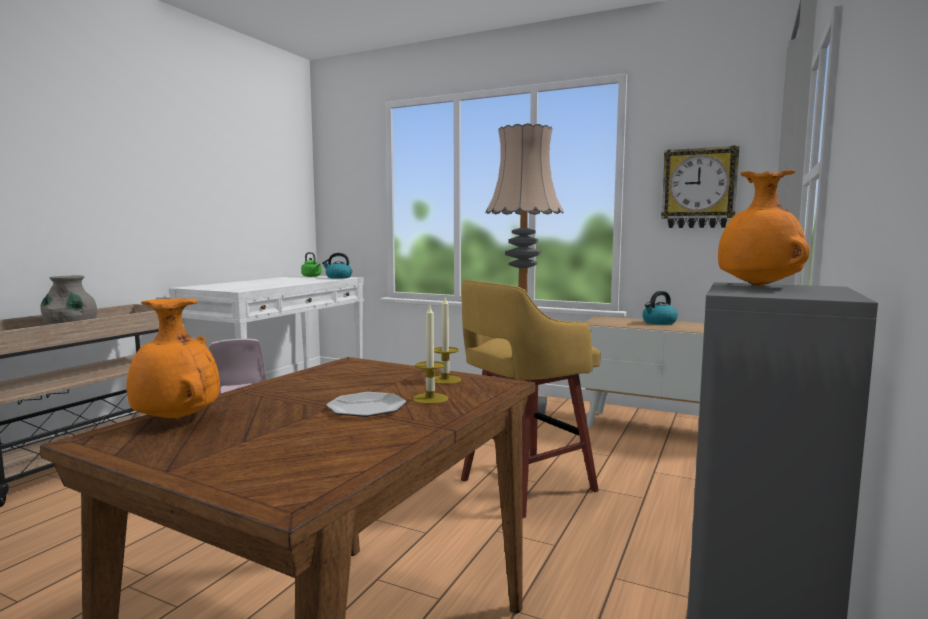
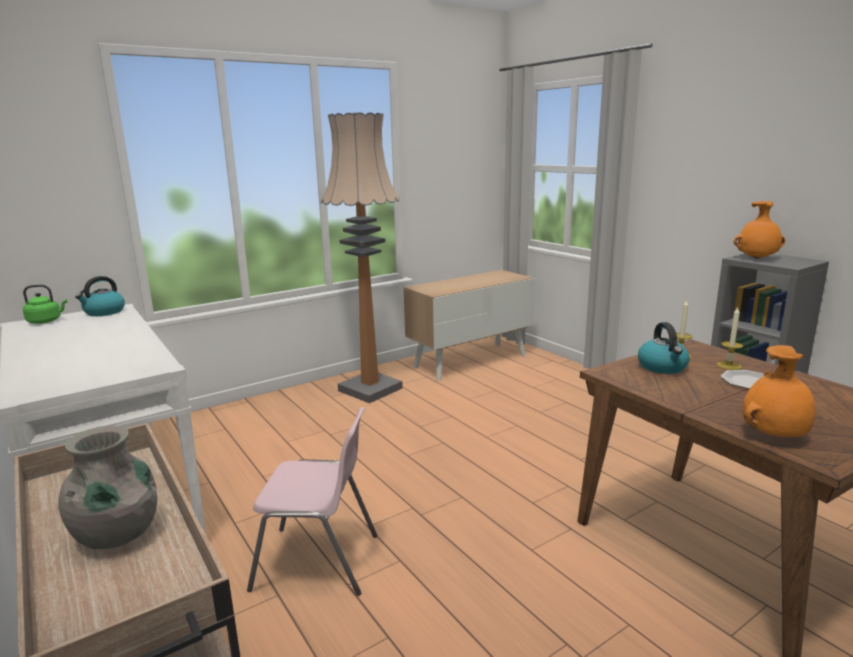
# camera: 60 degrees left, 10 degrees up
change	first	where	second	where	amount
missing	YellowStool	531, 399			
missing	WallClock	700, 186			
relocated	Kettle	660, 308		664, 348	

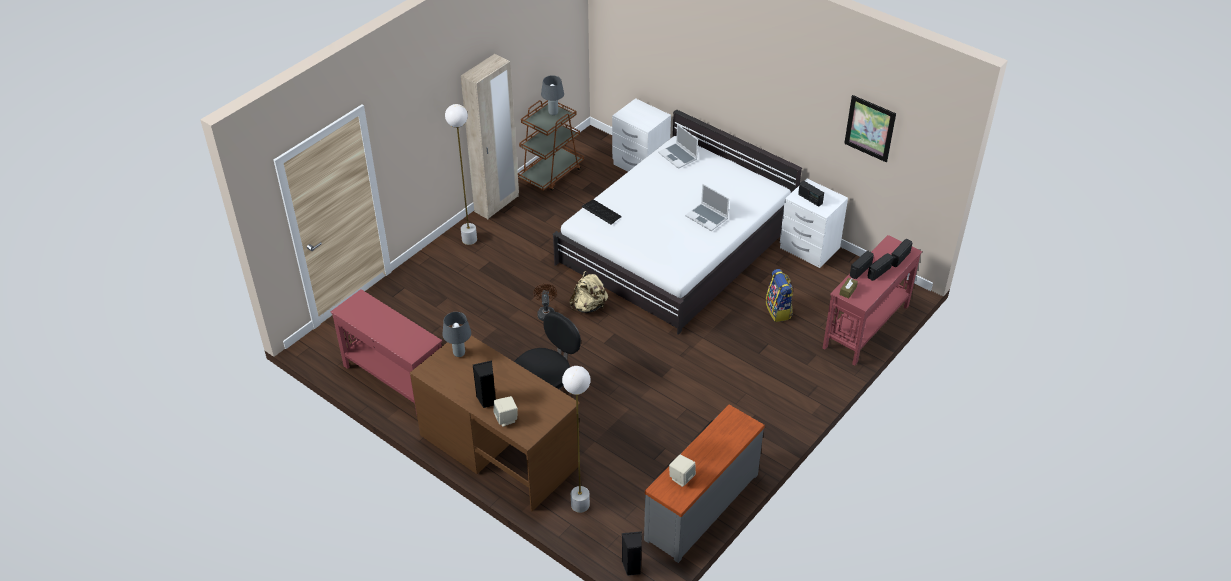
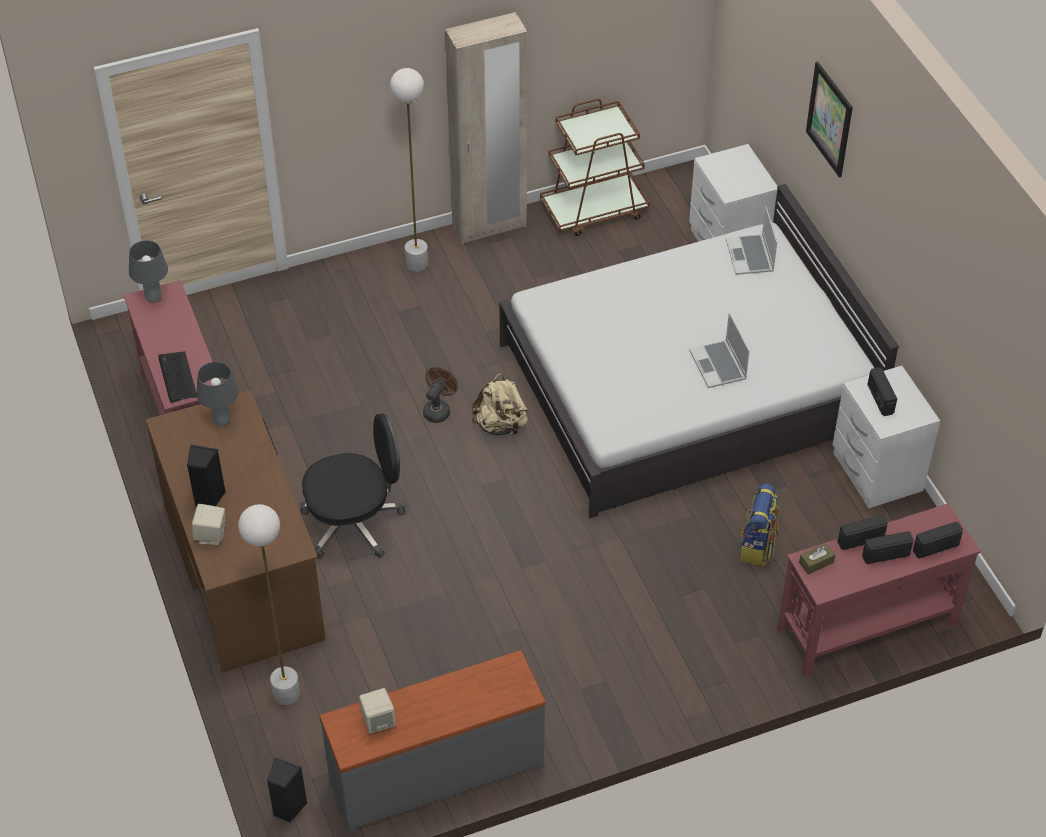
# camera: 30 degrees right, 5 degrees up
change	first	where	second	where	amount
relocated	GreyTableLamp	552, 95		148, 271	
relocated	Keyboard	602, 212		177, 377	
relocated	Picture	870, 128		829, 119	

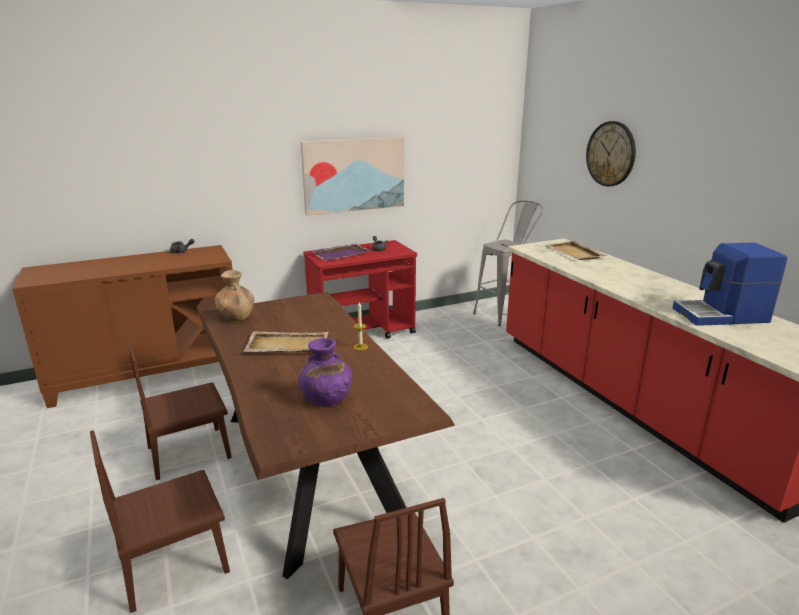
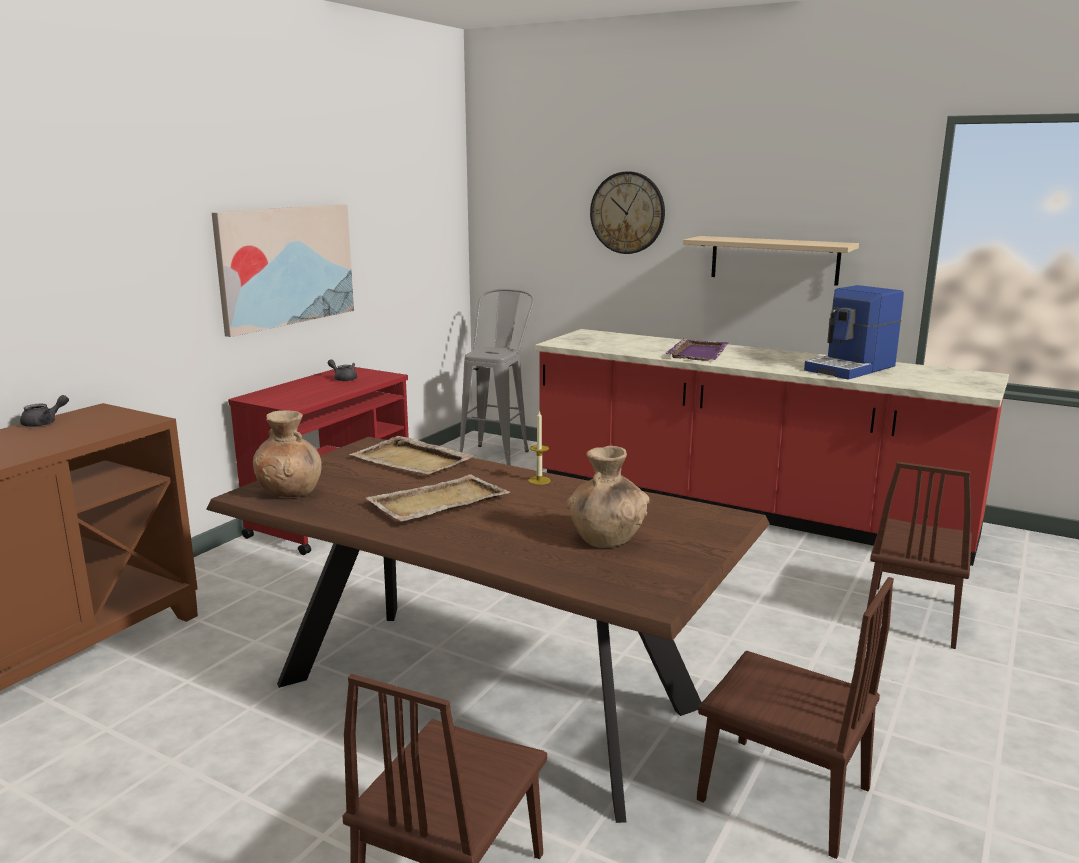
# camera: 35 degrees left, 5 degrees down
change	first	where	second	where	amount
appeared			BeigeShelf	771, 261	
relocated	BrownChair	180, 410		919, 555	
relocated	PurpleTray	341, 252		697, 350	
relocated	BeigeTray	577, 250		412, 455	
colour	PurpleVase	325, 372	BrownVase	608, 496	

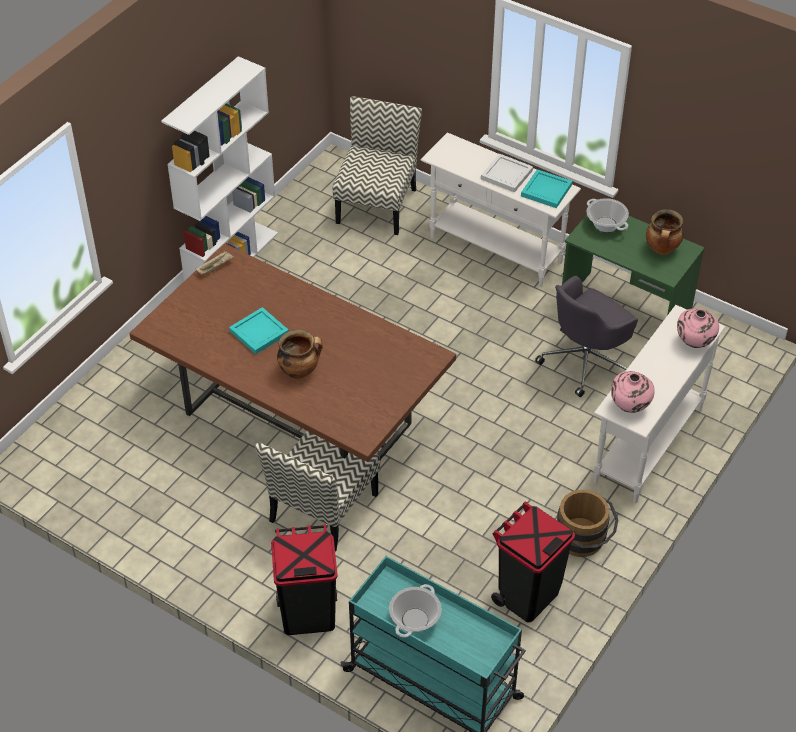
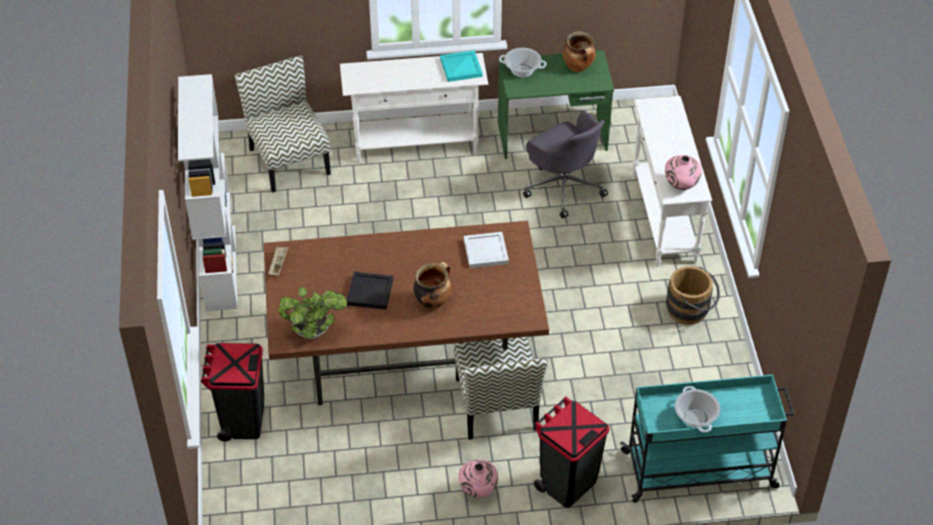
# camera: 40 degrees left, 0 degrees up
change	first	where	second	where	amount
appeared			PottedPlant	312, 313	
relocated	WhiteTray	507, 173		486, 250	
relocated	BlackTrashCan	533, 562		232, 392	
relocated	PinkVase	698, 328		478, 478	
colour	TurquoiseTray	259, 330	BlackTray	370, 291	
spun	GreyOfficeChair	586, 336		565, 164	45 degrees counterclockwise

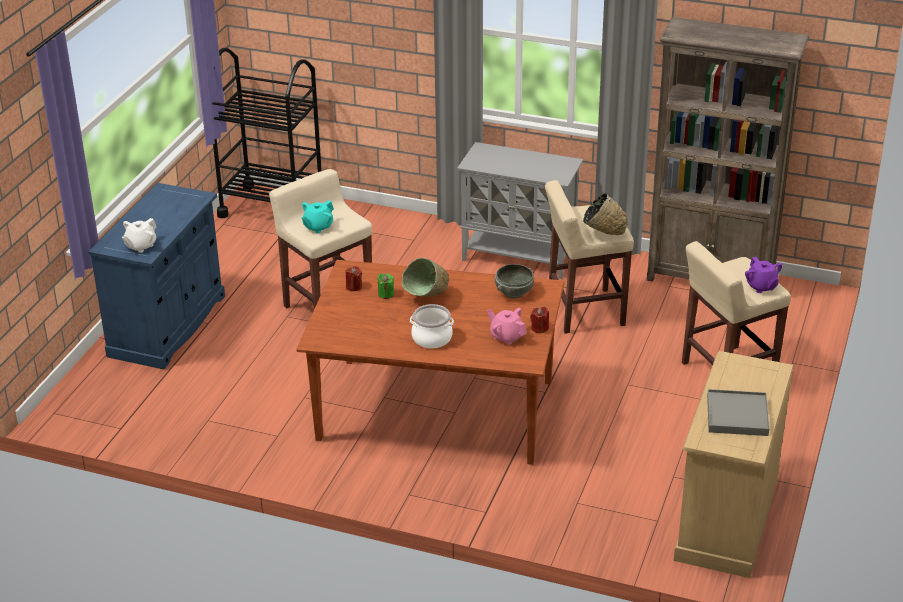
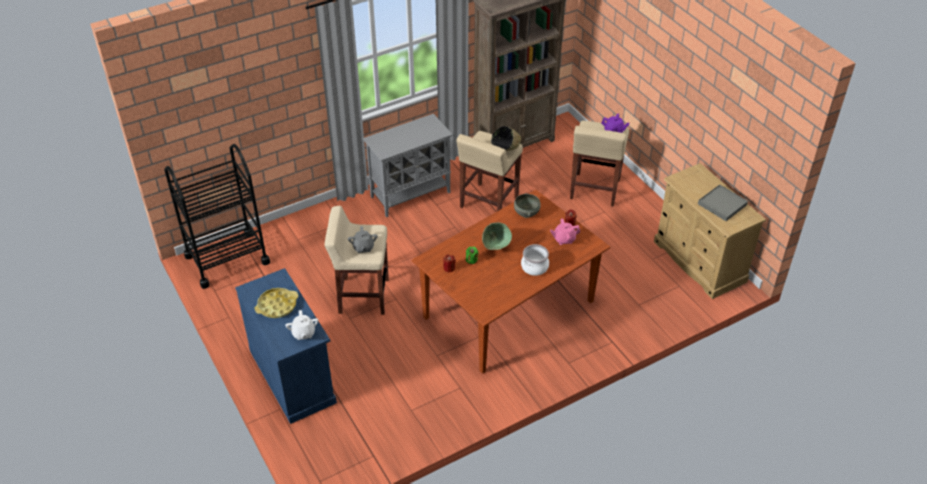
# camera: 50 degrees left, 10 degrees up
change	first	where	second	where	amount
appeared			YellowTray	276, 303	
colour	TurquoiseTeapot	318, 216	GreyTeapot	363, 240	

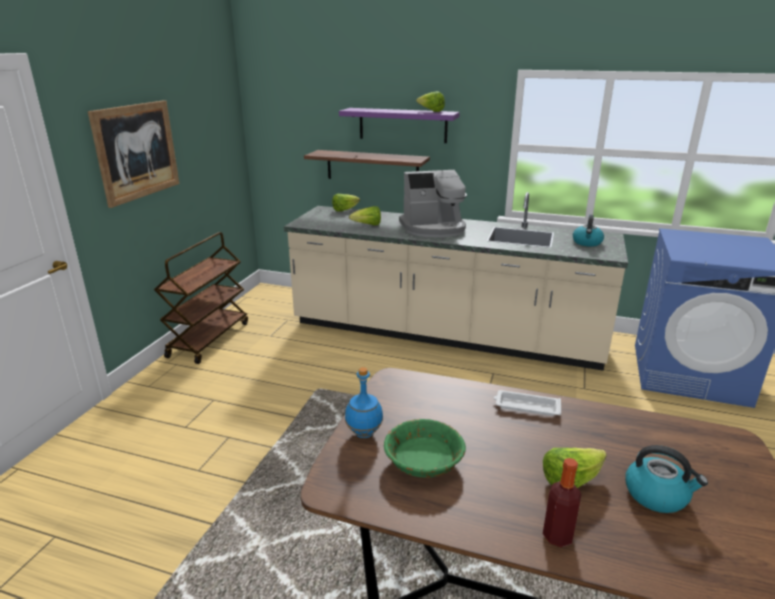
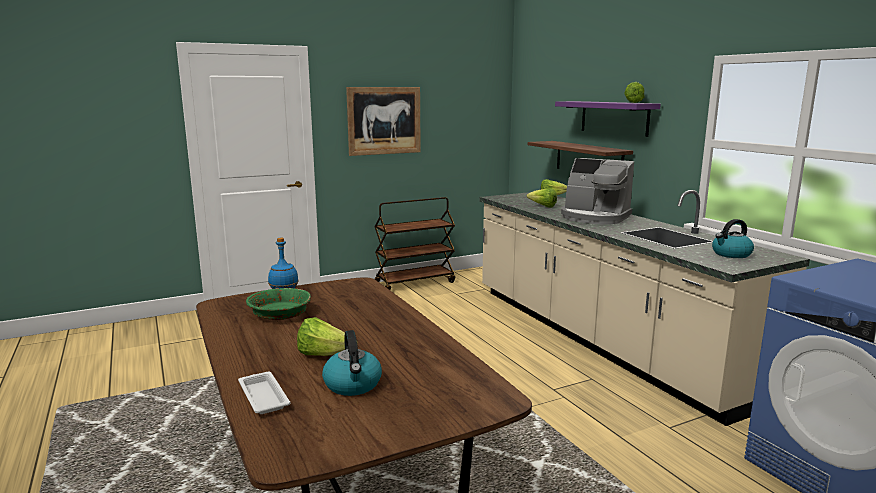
# camera: 45 degrees right, 10 degrees down
change	first	where	second	where	amount
missing	Bottle	562, 502			
relocated	WhiteTray	527, 403		264, 393	

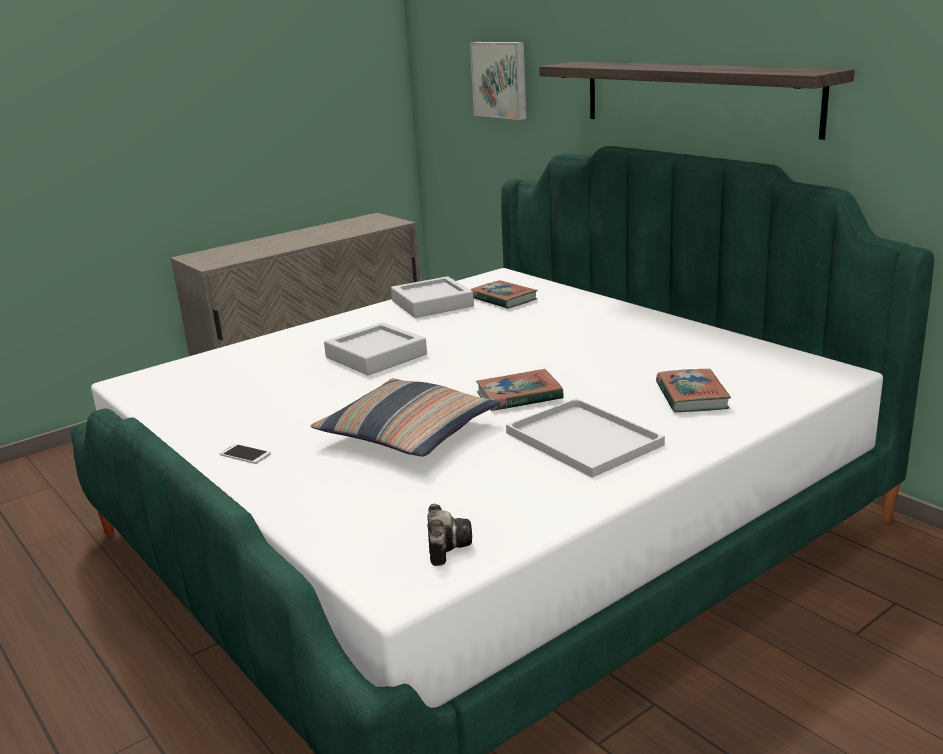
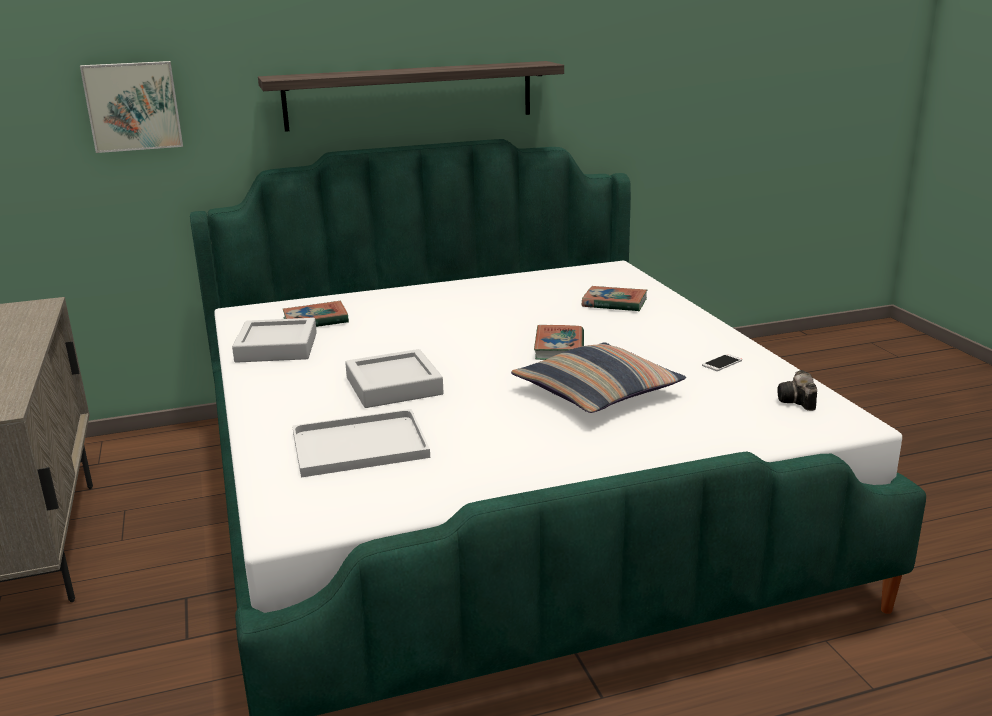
# camera: 70 degrees left, 0 degrees up
change	first	where	second	where	amount
relocated	Phone	245, 454		722, 362	
relocated	WhiteTray	585, 438		361, 443	
spun	PhotoCamera	450, 535		797, 390	105 degrees counterclockwise

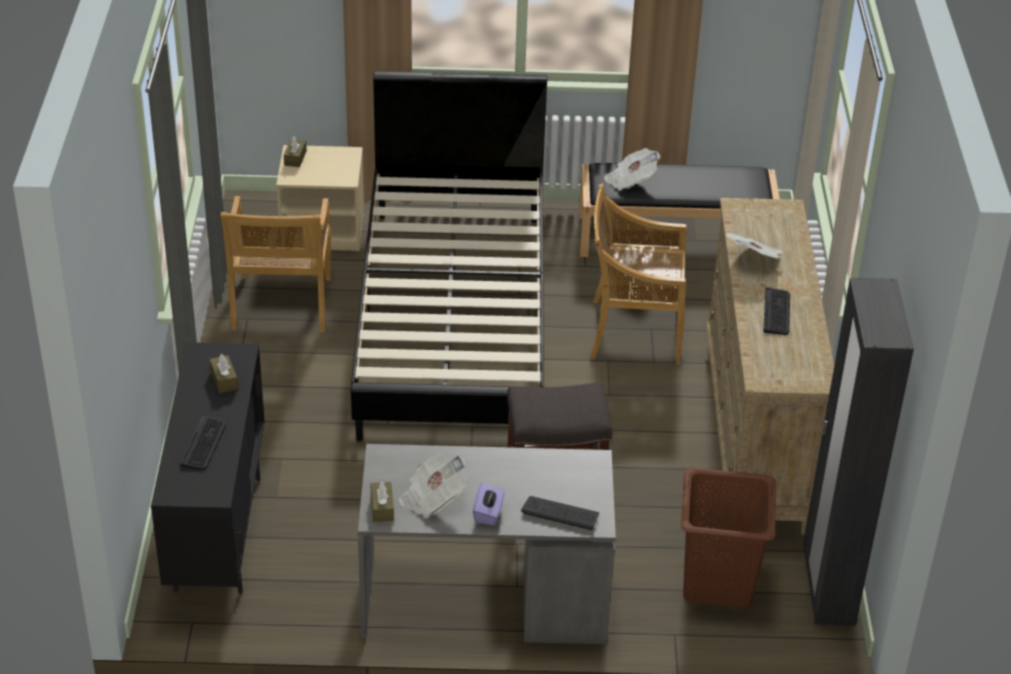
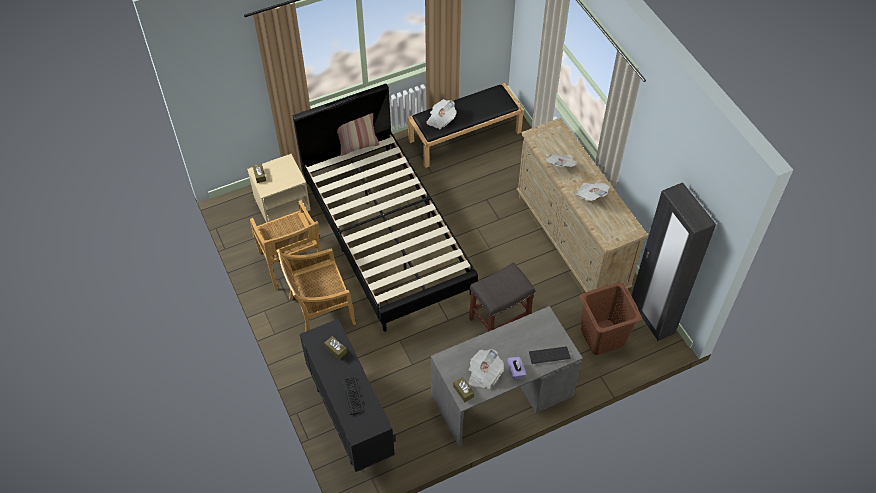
# camera: 25 degrees left, 15 degrees up
change	first	where	second	where	amount
appeared			Pillow	358, 134	
relocated	BeigeChair	638, 274		316, 290	
exchanged	Keyboard	777, 311	Newspaper	592, 192	

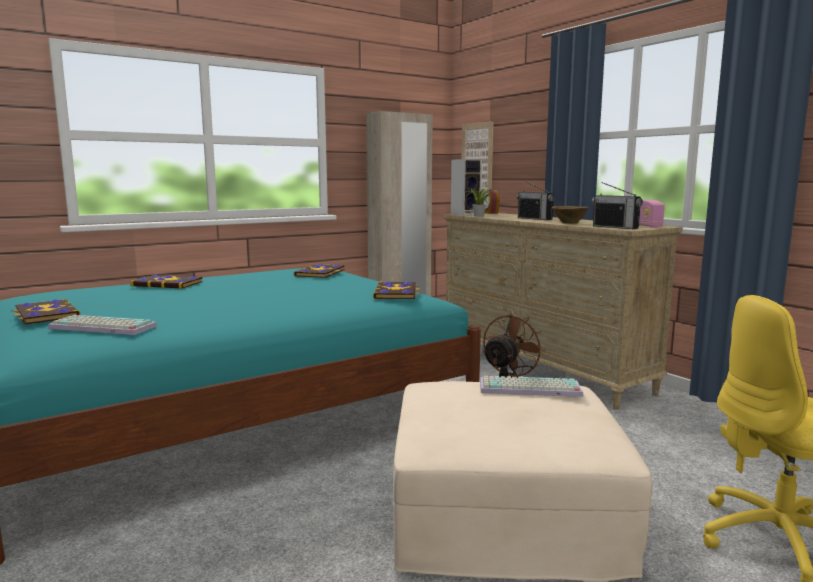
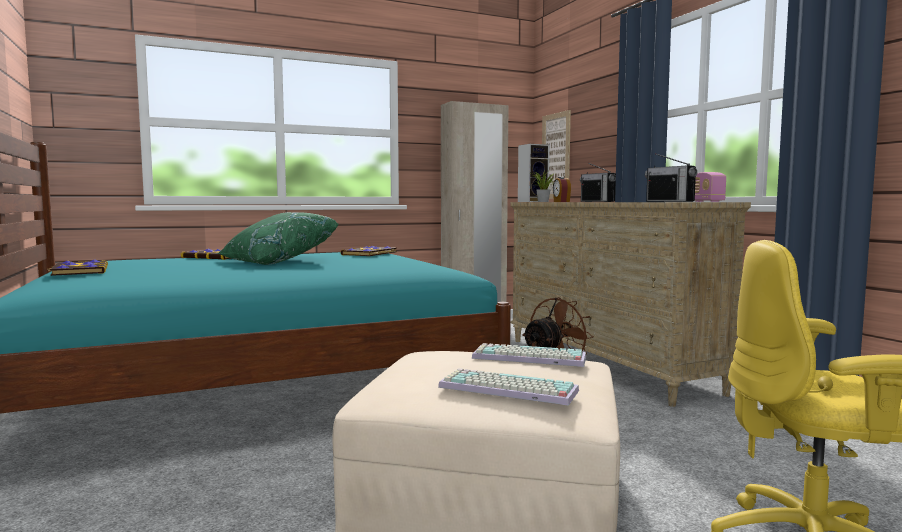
# camera: 10 degrees right, 5 degrees down
change	first	where	second	where	amount
missing	Book	396, 290			
missing	BrownBowl	570, 215			
appeared			GreenPillow	278, 238	
relocated	Keyboard	102, 325		508, 387	

